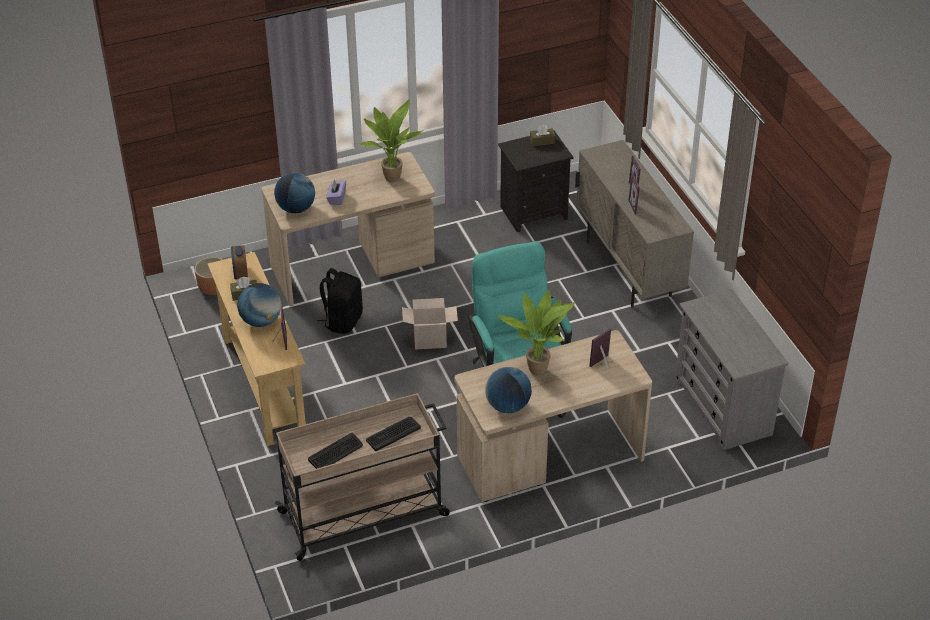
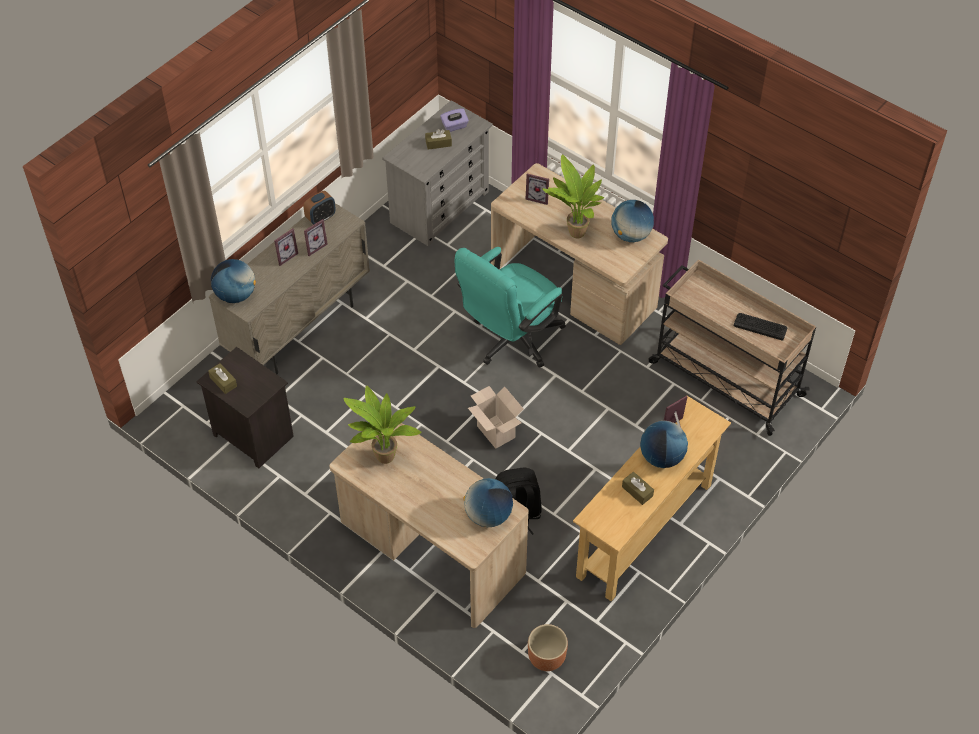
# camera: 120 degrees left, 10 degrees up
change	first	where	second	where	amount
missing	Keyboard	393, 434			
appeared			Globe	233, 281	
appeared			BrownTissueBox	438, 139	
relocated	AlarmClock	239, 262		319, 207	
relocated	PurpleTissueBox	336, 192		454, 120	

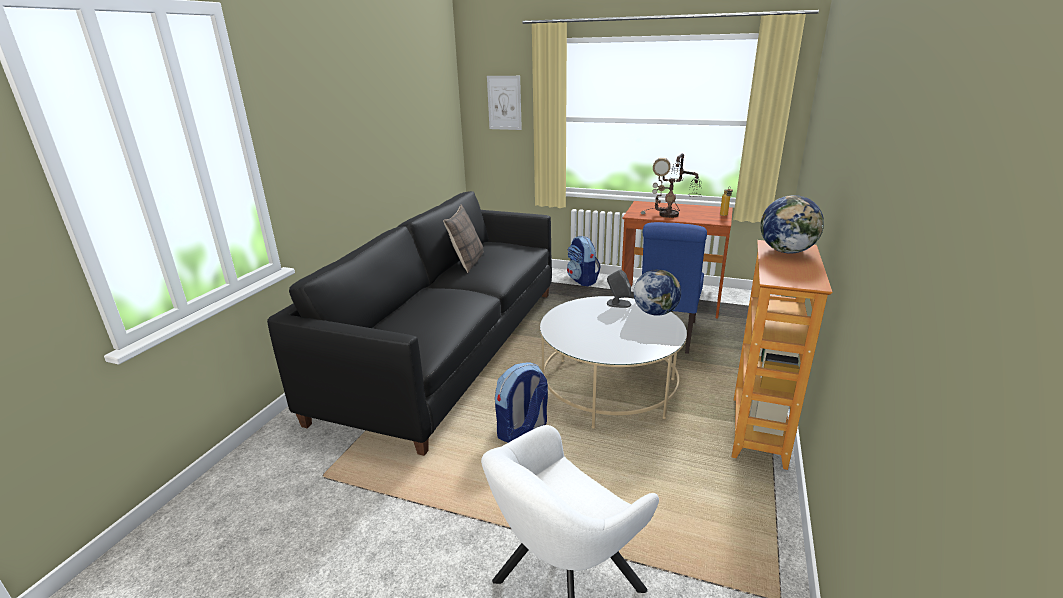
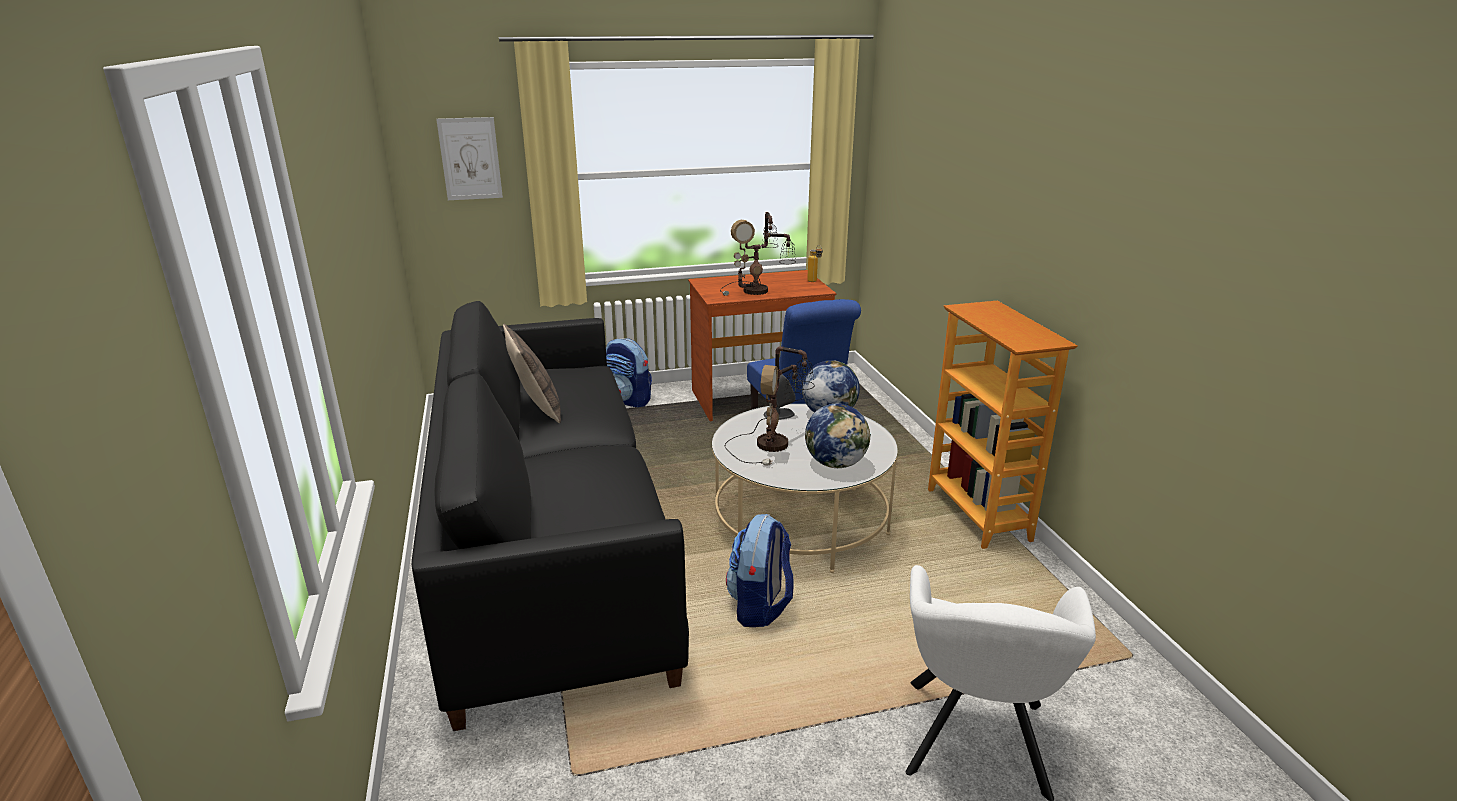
# camera: 35 degrees left, 0 degrees up
change	first	where	second	where	amount
appeared			TableLamp	770, 405	
relocated	Globe	792, 224		838, 435	

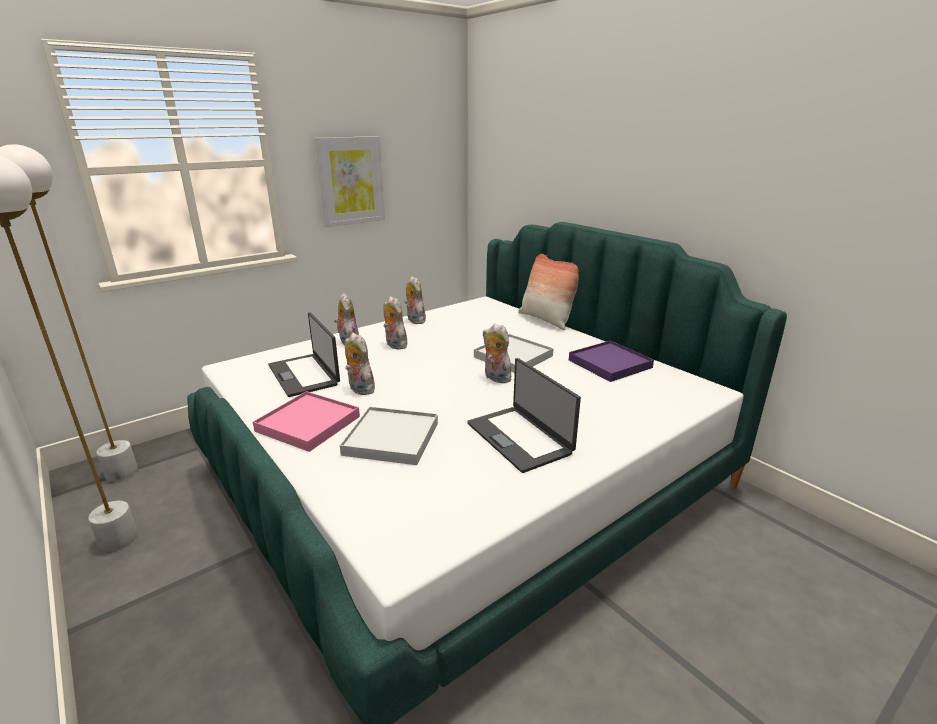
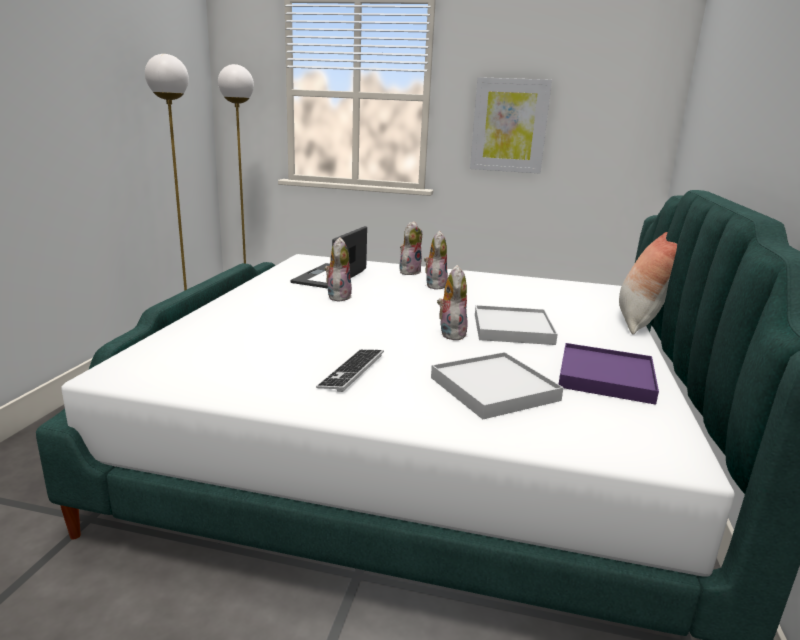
# camera: 50 degrees right, 5 degrees down
change	first	where	second	where	amount
missing	PinkTray	306, 421			
missing	PlushToy	415, 300			
relocated	WhiteTray	389, 435		497, 385	
exchanged	Laptop	524, 415	Keyboard	350, 371	

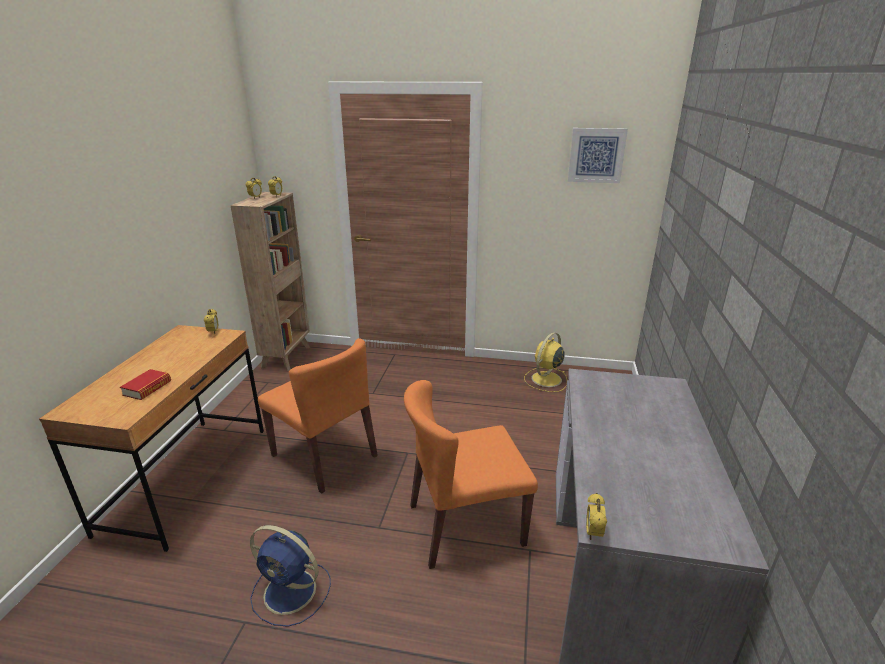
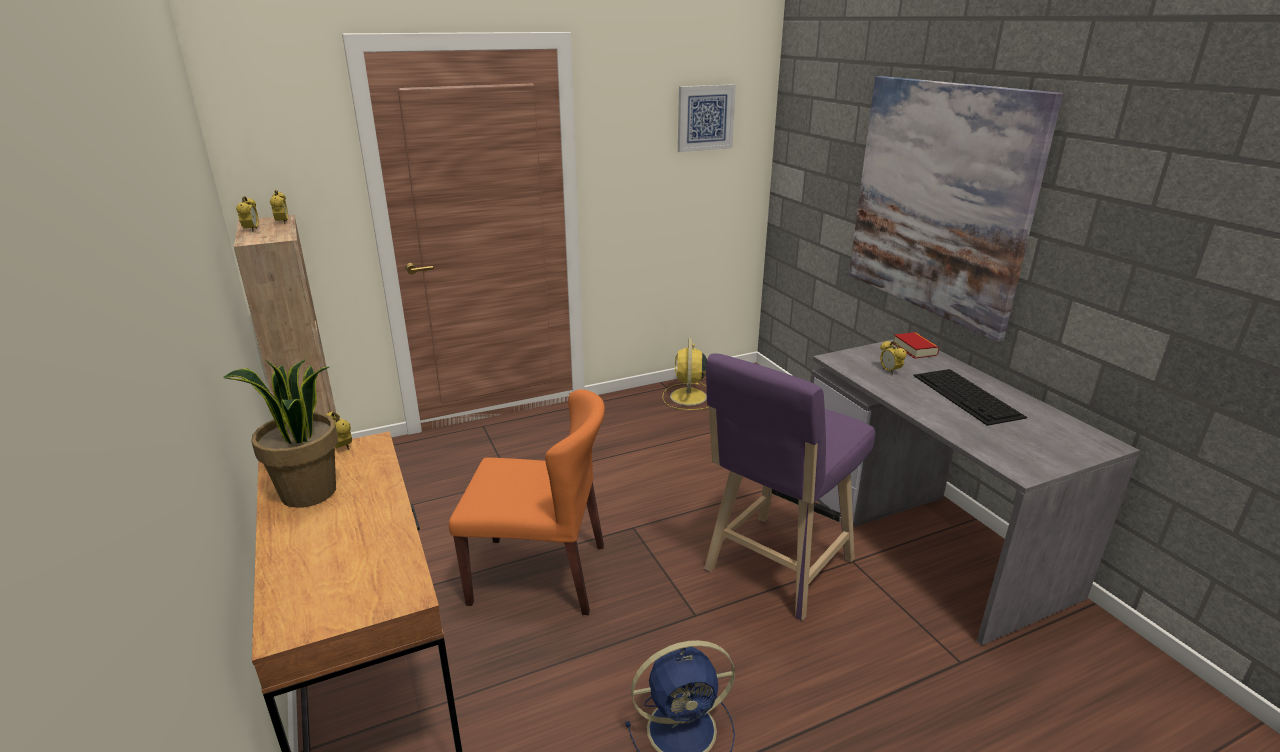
# camera: 35 degrees left, 0 degrees up
change	first	where	second	where	amount
appeared			PottedPlant	281, 433	
appeared			Picture	956, 209	
appeared			Keyboard	970, 397	
relocated	Book	145, 384		916, 345	
relocated	AlarmClock	596, 516		893, 358	
exchanged	OrangeChair	471, 474	PurpleStool	789, 487	

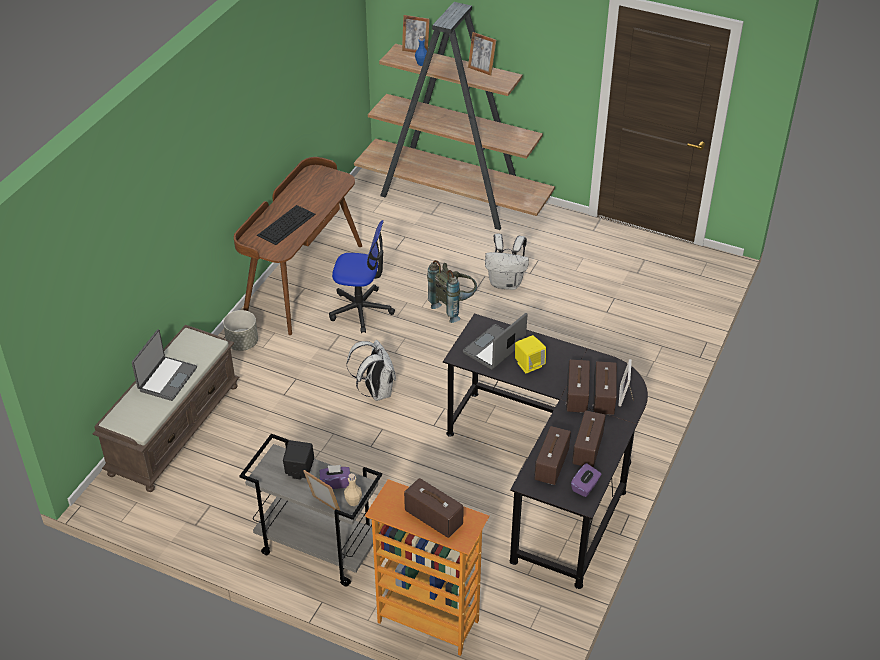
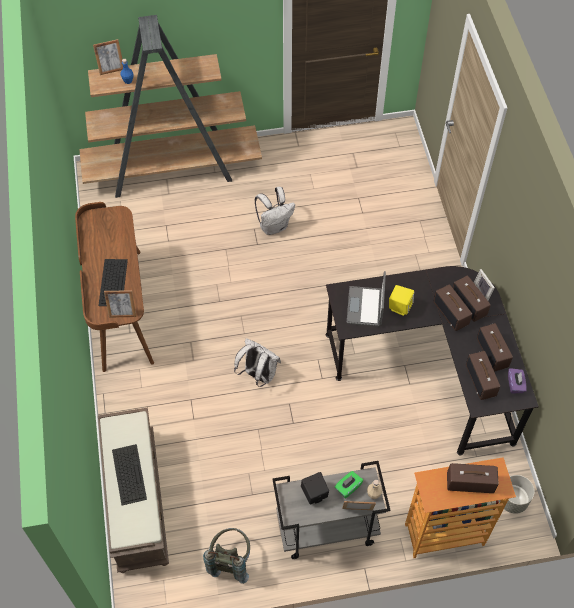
# camera: 35 degrees left, 15 degrees up
change	first	where	second	where	amount
missing	OfficeChair	362, 276			
relocated	GreyPlanter	240, 330		516, 494	
relocated	GreyBackpack	452, 291		226, 556	
relocated	PictureFrame	482, 54		120, 303	
exchanged	Laptop	164, 365	Keyboard	129, 474	
colour	PurpleTissueBox	335, 477	GreenTissueBox	349, 484	

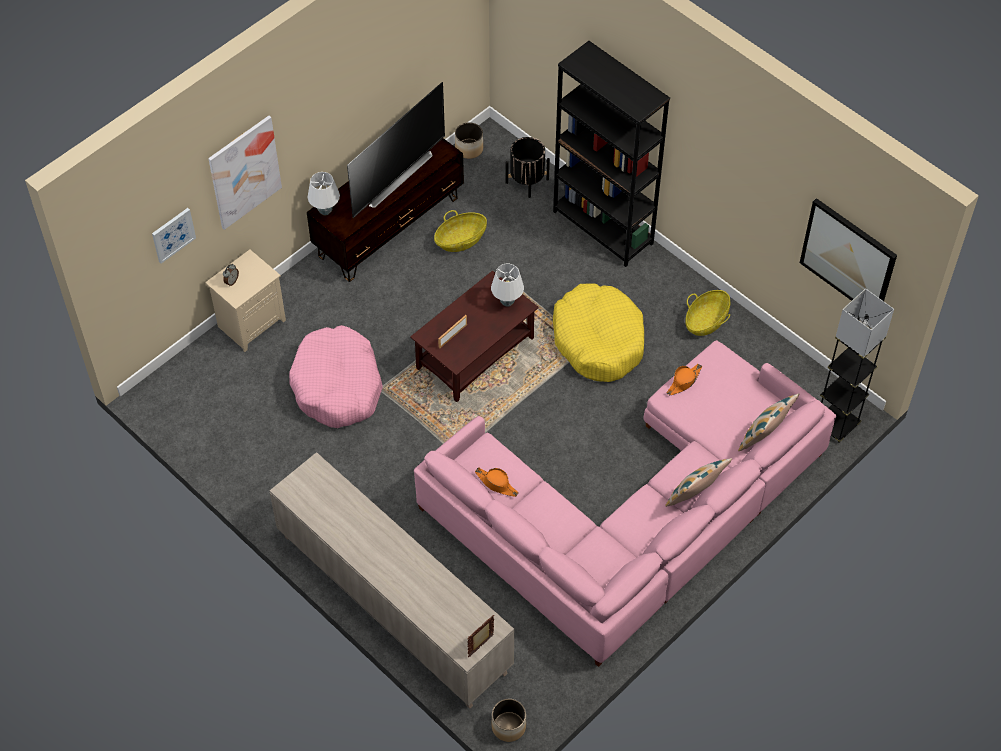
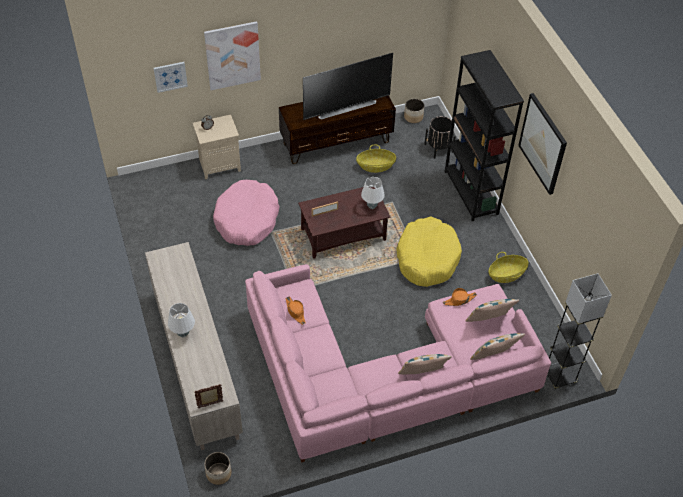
# camera: 25 degrees right, 5 degrees down
change	first	where	second	where	amount
appeared			Pillow	492, 310	
relocated	WhiteTableLamp	323, 193		181, 320	
relocated	Picture	848, 249		542, 144	

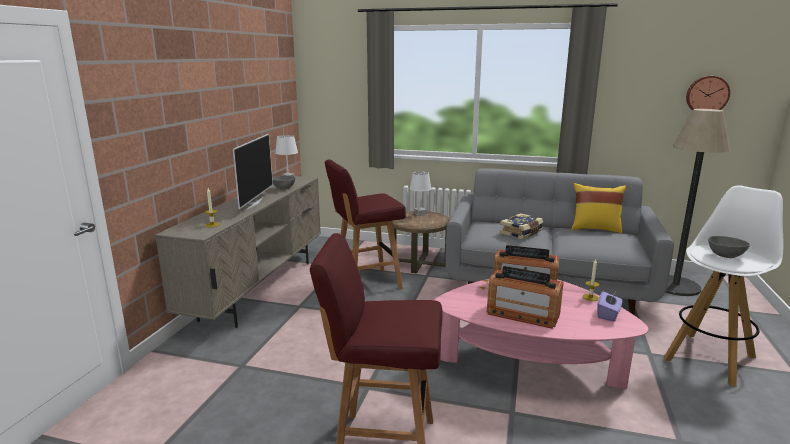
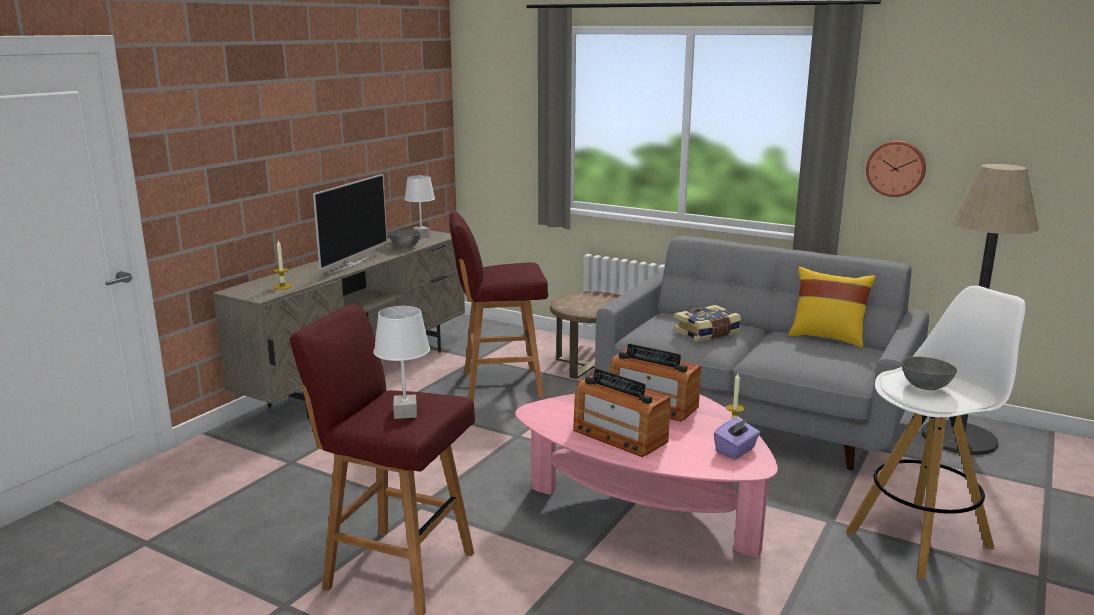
# camera: 15 degrees right, 0 degrees up
change	first	where	second	where	amount
relocated	WhiteTableLamp	420, 193		402, 362	
relocated	WallClock	708, 93		896, 169	

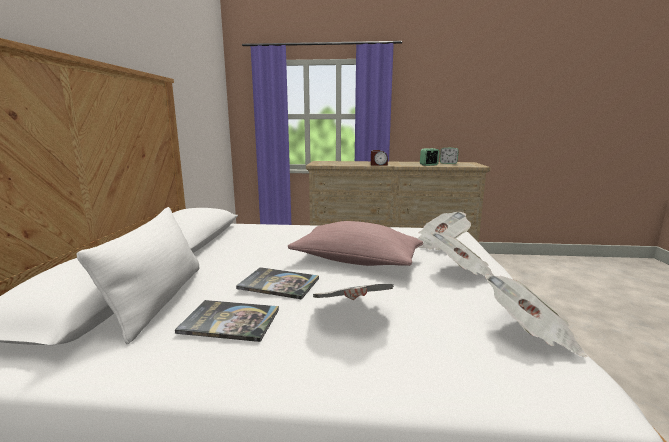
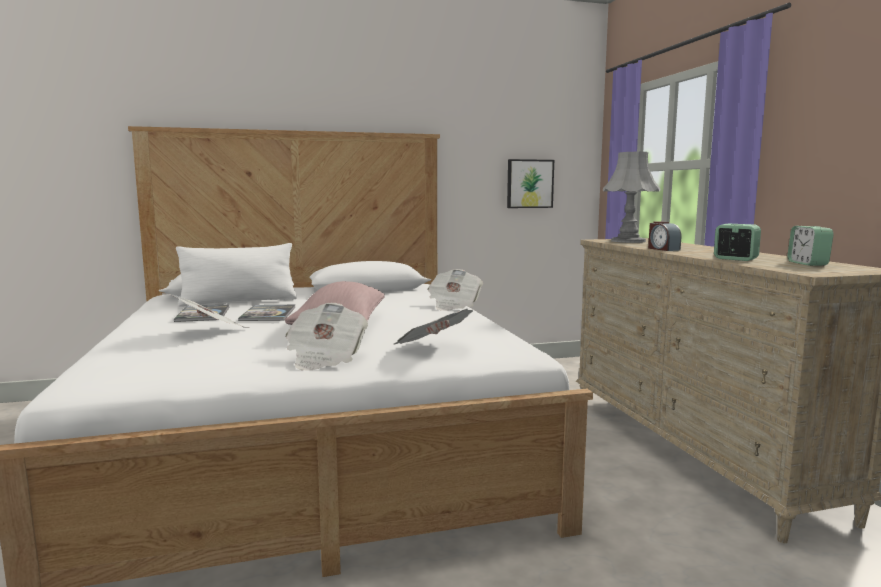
# camera: 70 degrees right, 5 degrees down
change	first	where	second	where	amount
appeared			Picture	530, 183	
appeared			GreyTableLamp	632, 197	
relocated	Newspaper	536, 315		455, 290	

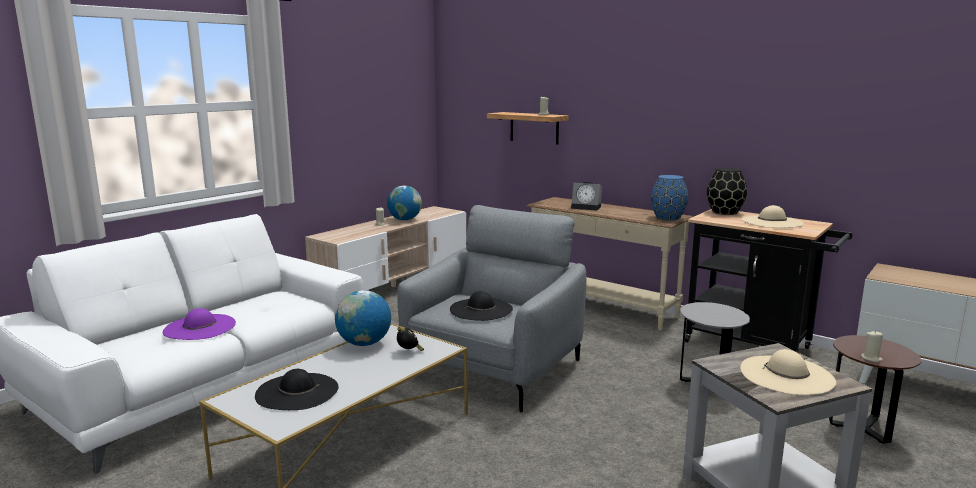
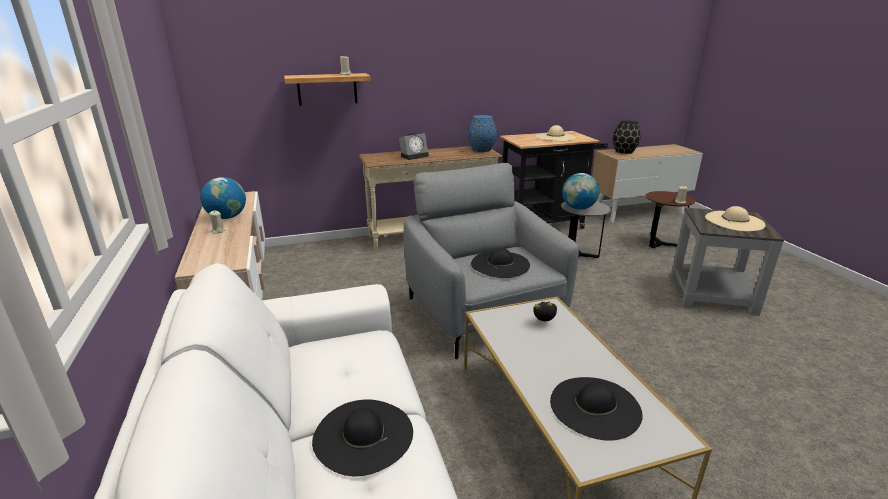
# camera: 55 degrees left, 10 degrees up
change	first	where	second	where	amount
relocated	Globe	363, 318		581, 191	
relocated	BlackVase	727, 191		627, 137	
colour	PurpleHat	199, 324	BlackHat	362, 437	

